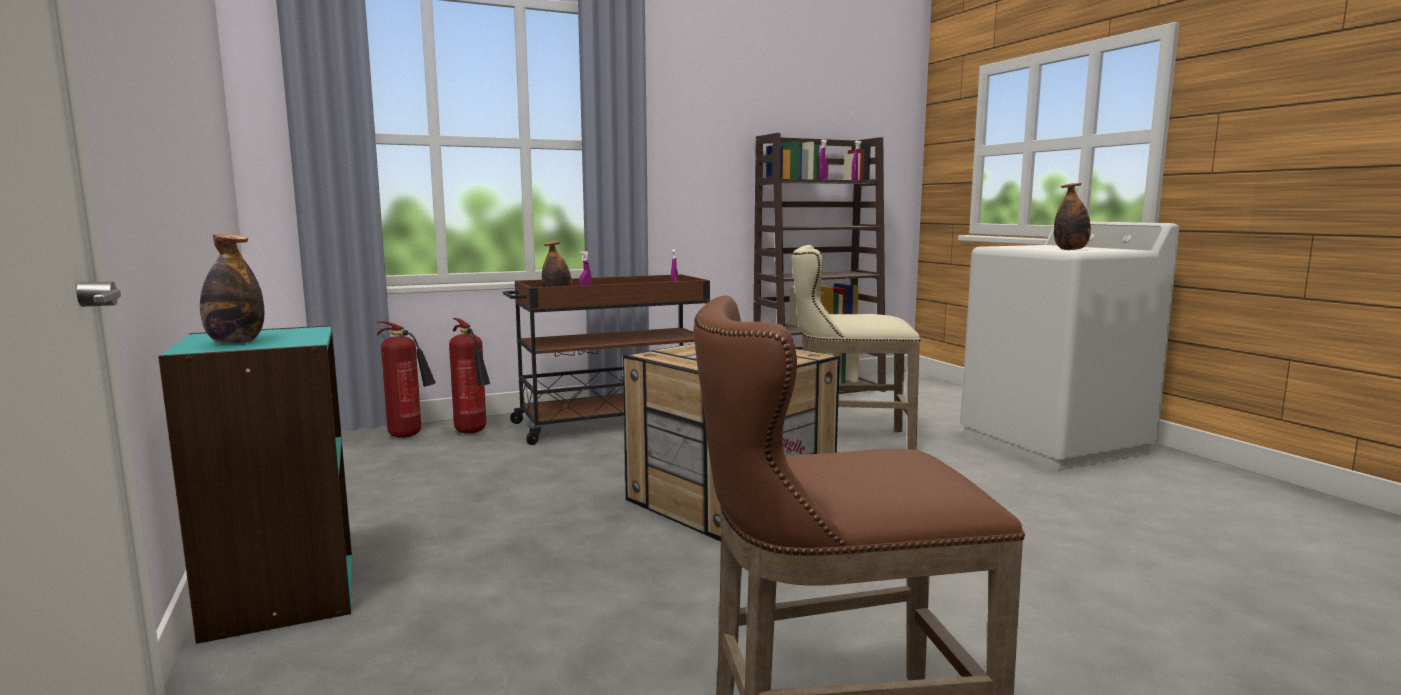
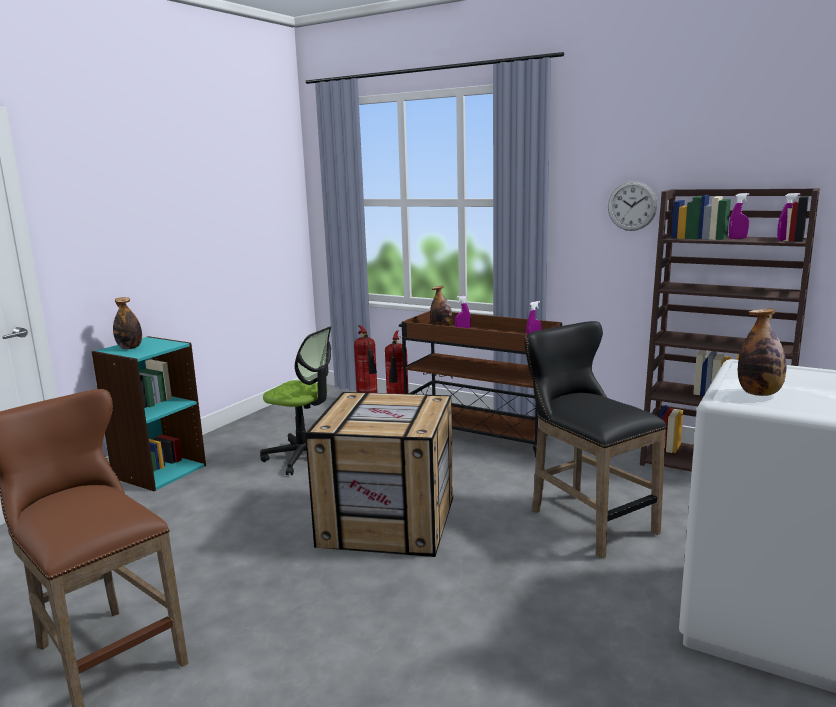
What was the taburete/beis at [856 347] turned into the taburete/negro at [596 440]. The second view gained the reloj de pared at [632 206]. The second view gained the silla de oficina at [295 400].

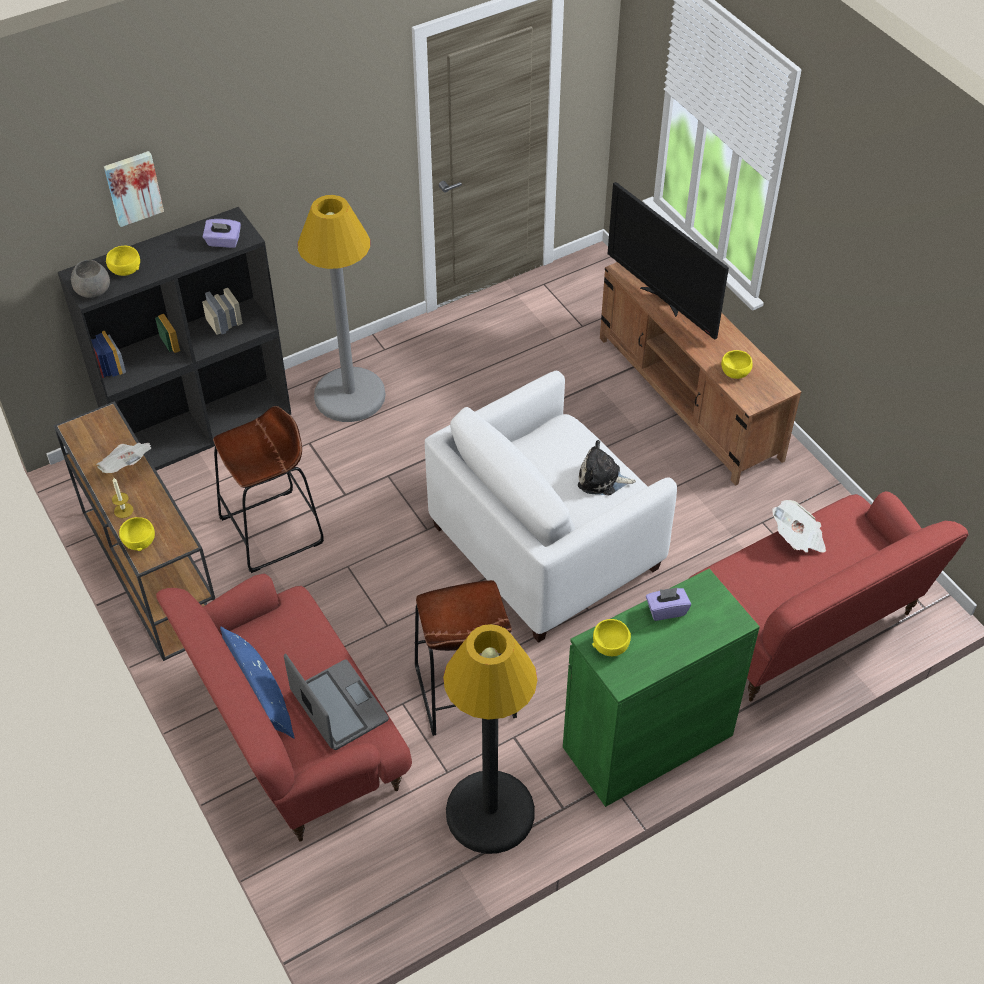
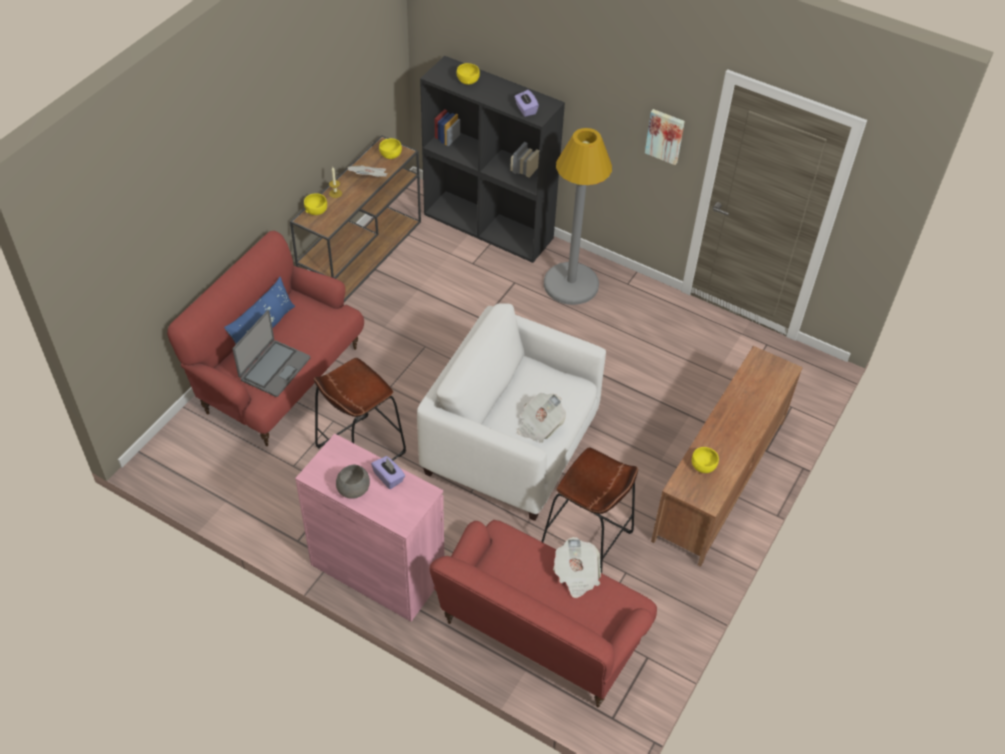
The cuadro ended up elsewhere, having gone from [134 189] to [665 137]. The second view lost the televisor at [668 261]. The cuenco/gris ended up elsewhere, having gone from [90 279] to [353 482]. The taburete/marrón ended up elsewhere, having gone from [268 489] to [589 510]. Where the peluche stood at [607 467], the periódico came to stand at [541 418]. What was the armario/verde at [661 688] turned into the armario/rosa at [369 528]. The cuenco/amarillo ended up elsewhere, having gone from [611 637] to [390 148]. The second view lost the lámpara de pie/negro at [490 739].

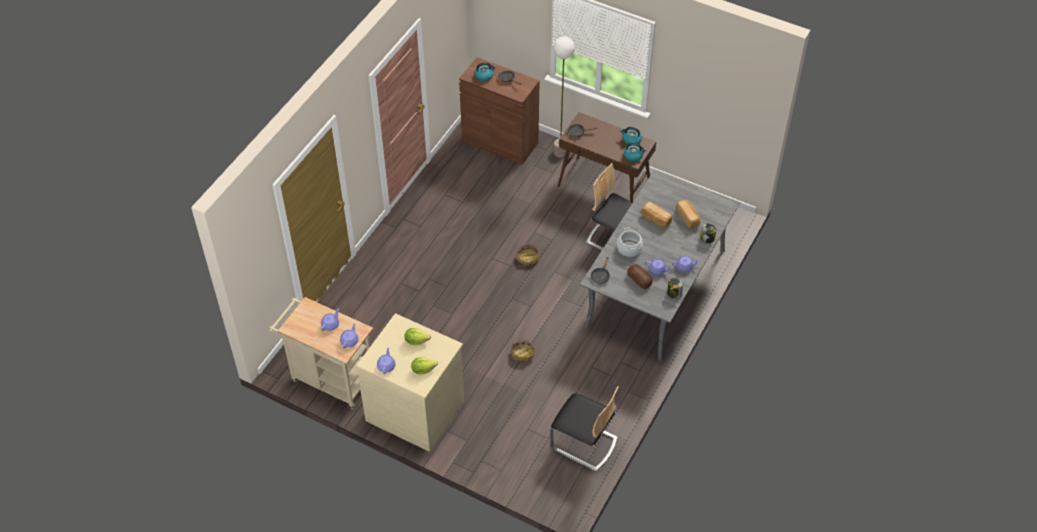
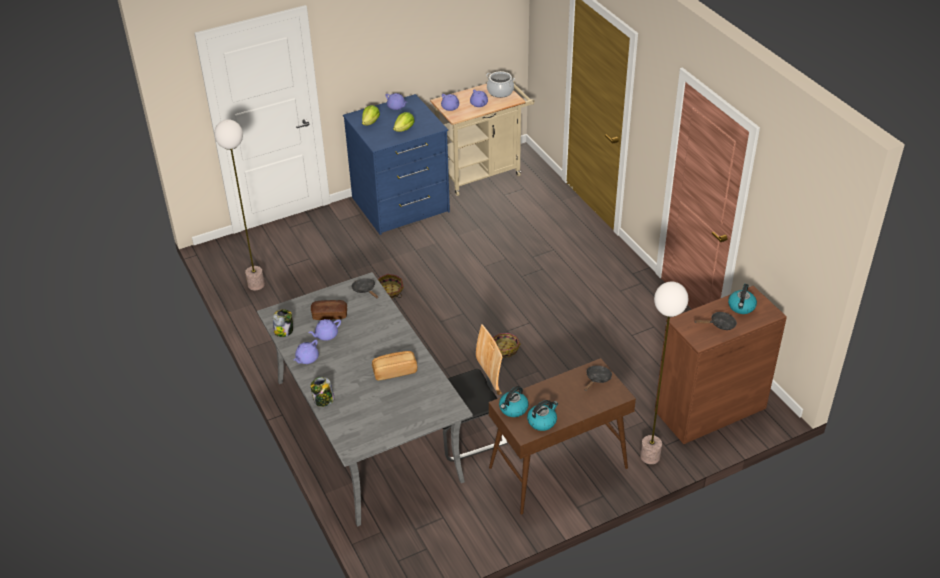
The second view lost the pan at [688 214]. The olla ended up elsewhere, having gone from [630 242] to [500 84]. What was the cómoda/beis at [410 382] turned into the cómoda/azul at [396 164]. Where the silla stood at [584 429], the lámpara de pie came to stand at [239 204].

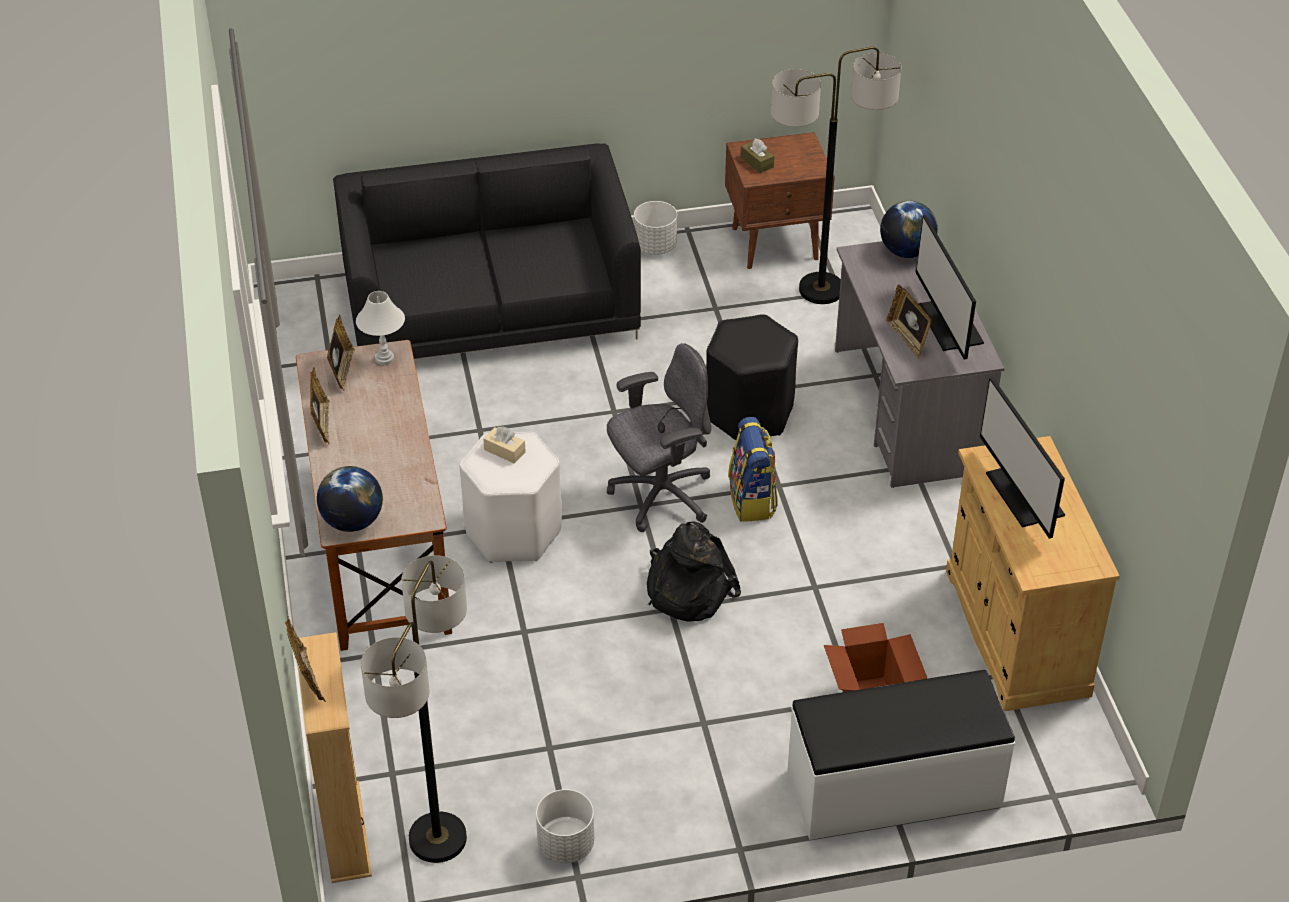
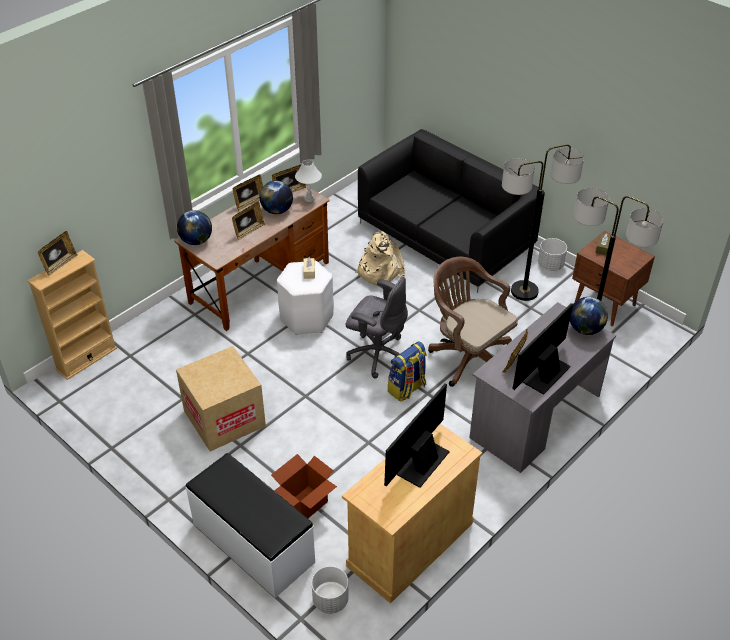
Where the taburete/negro stood at [752 377], the silla de oficina/marrón came to stand at [473 322]. The second view lost the mochila/negro at [694 571]. The lámpara de pie ended up elsewhere, having gone from [414 709] to [543 222]. The maceta/blanco ended up elsewhere, having gone from [565 826] to [330 590]. The second view gained the globo terráqueo at [276 197]. The second view gained the portarretratos at [248 221]. The second view gained the mochila/beis at [380 258]. The second view gained the caja de cartón at [221 398].

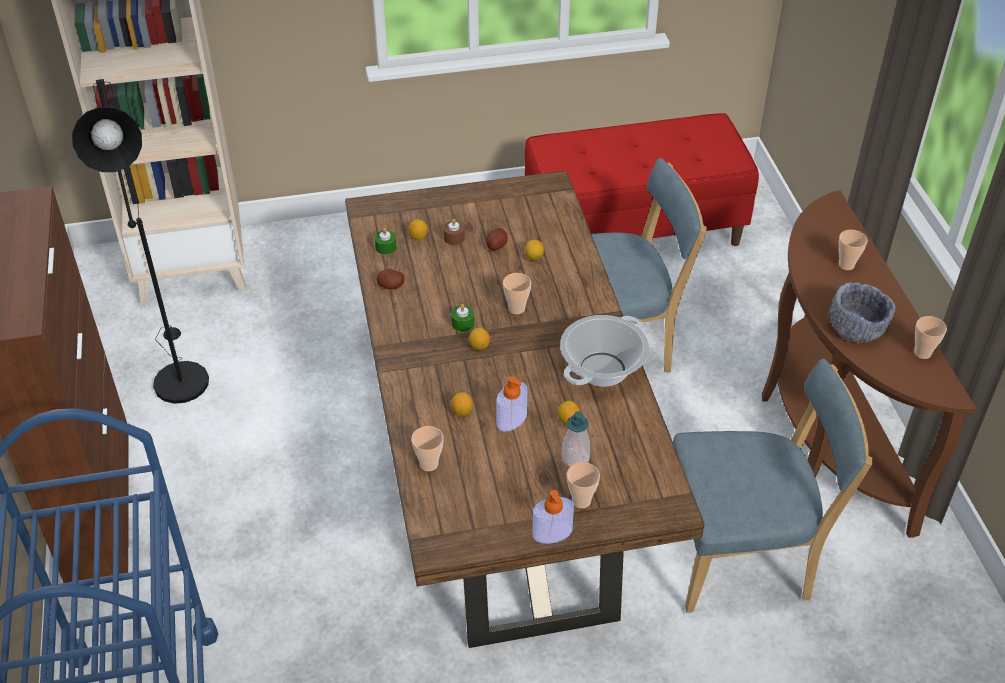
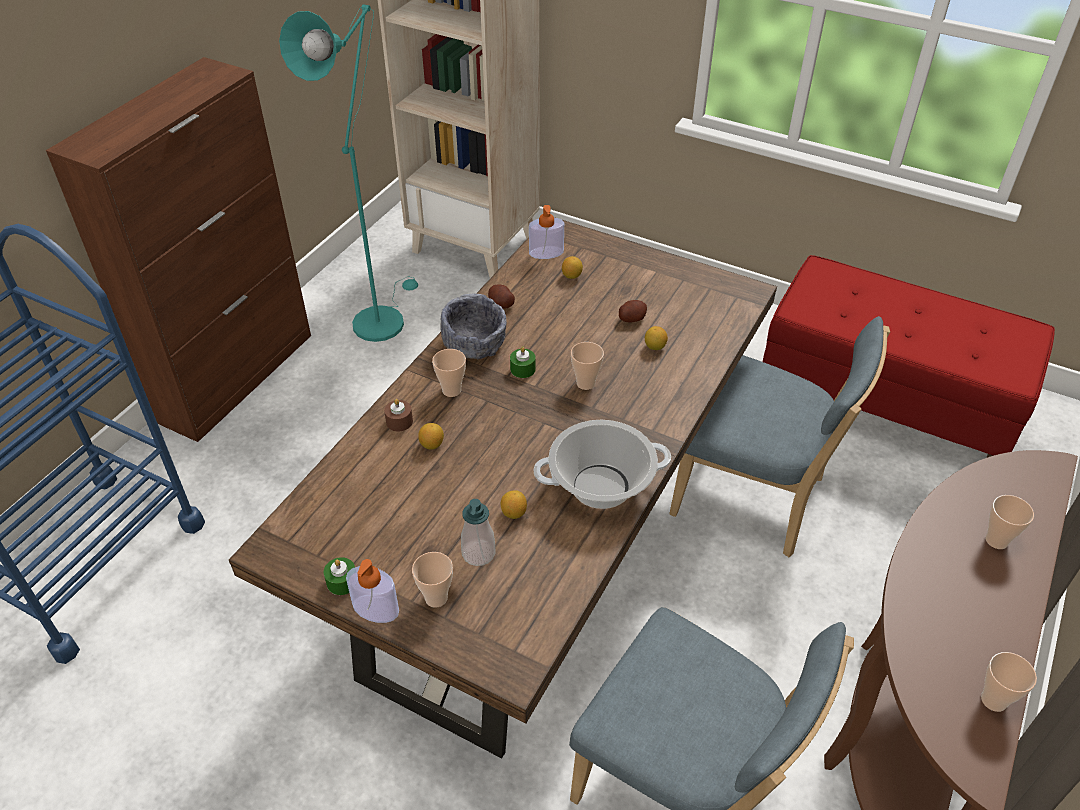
What was the lámpara de pie/negro at [140 241] turned into the lámpara de pie/turquesa at [348 173]. The vela/marrón ended up elsewhere, having gone from [454 232] to [398 415]. The vela/verde ended up elsewhere, having gone from [386 241] to [339 576]. The cuenco/gris ended up elsewhere, having gone from [862 312] to [473 327]. The second view lost the limón at [479 339]. The dispensador de jabón ended up elsewhere, having gone from [511 404] to [546 232]. The taza ended up elsewhere, having gone from [427 448] to [449 373].

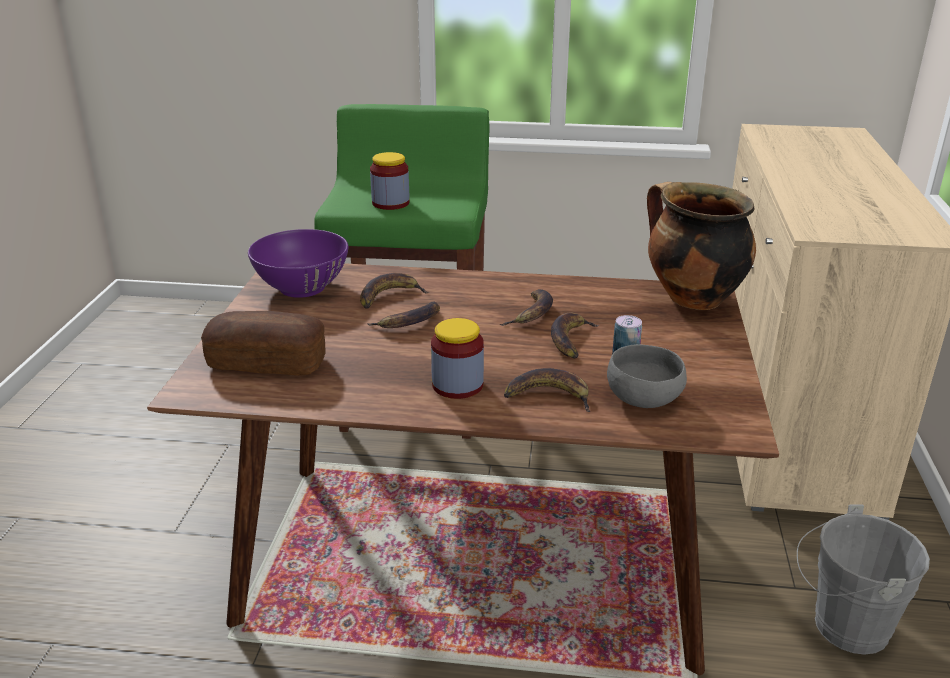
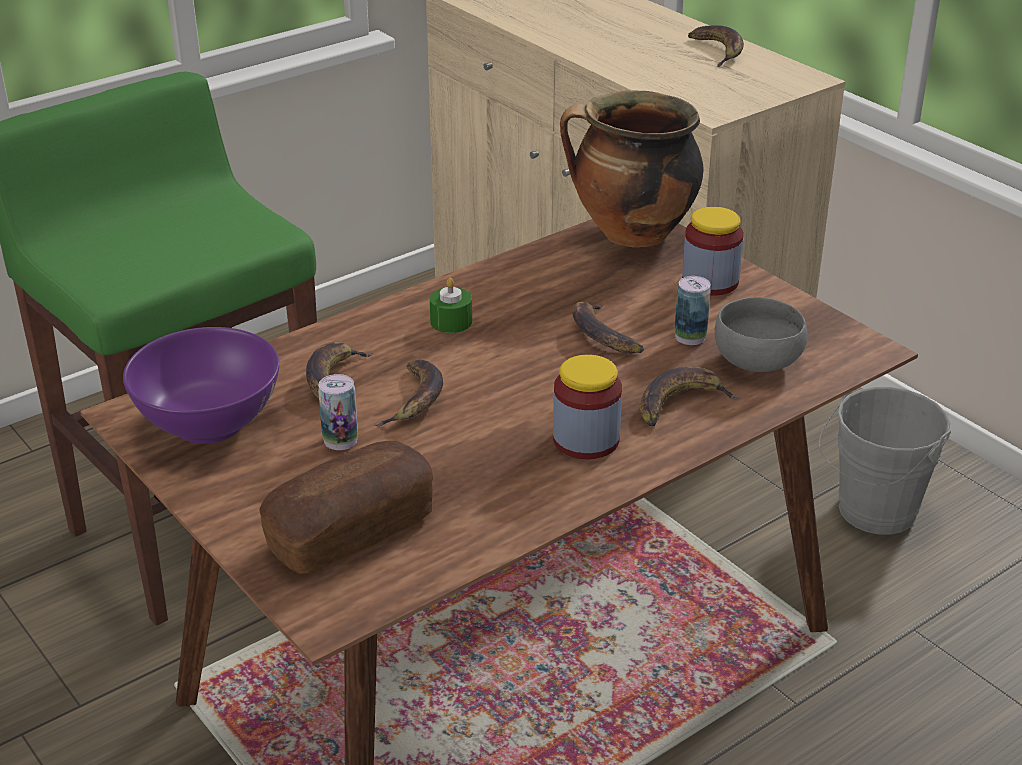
The tarro ended up elsewhere, having gone from [390 181] to [713 251]. The plátano ended up elsewhere, having gone from [526 307] to [716 46]. The second view gained the vela/verde at [451 305]. The second view gained the lata at [338 412].

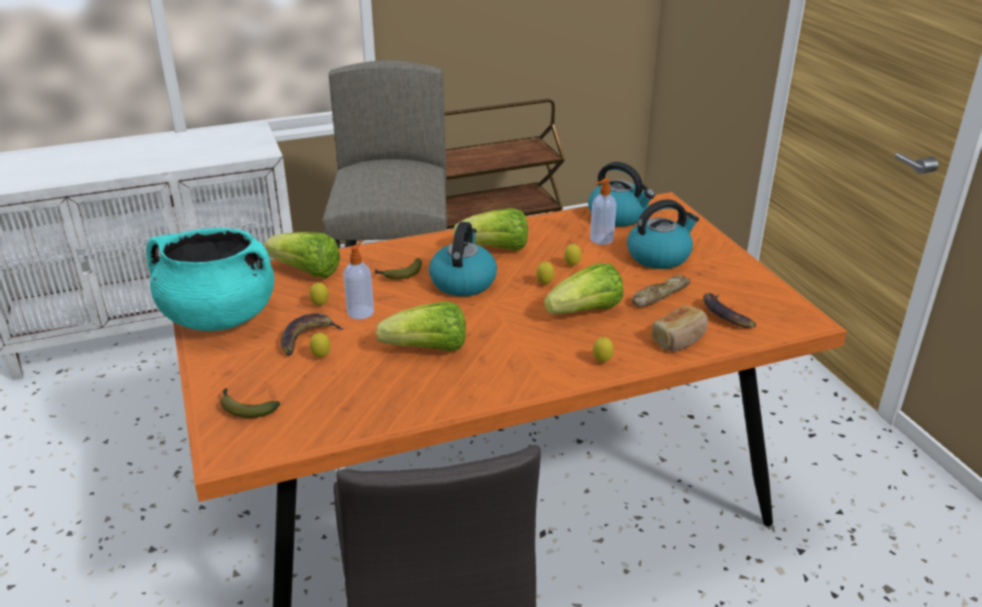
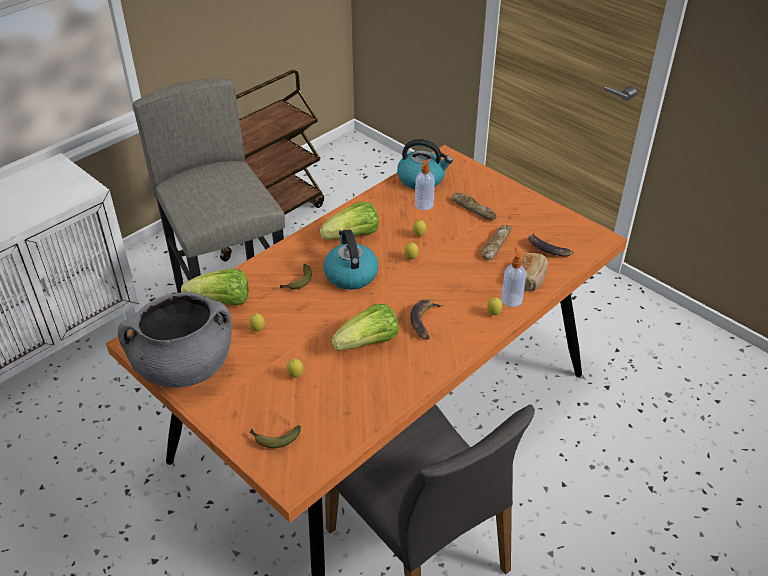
Where the hervidor stood at [663 234], the pan came to stand at [474 206]. What was the olla/turquesa at [210 279] turned into the olla/gris at [174 340]. The dispensador de jabón ended up elsewhere, having gone from [358 279] to [513 277]. The second view lost the lechuga at [583 288]. The plátano ended up elsewhere, having gone from [313 334] to [426 319].

